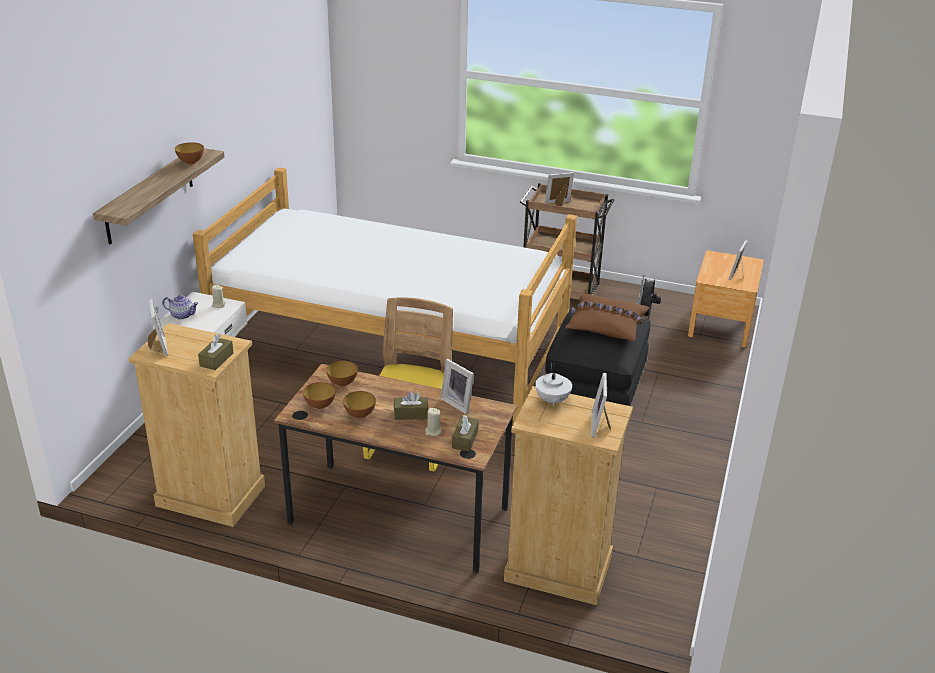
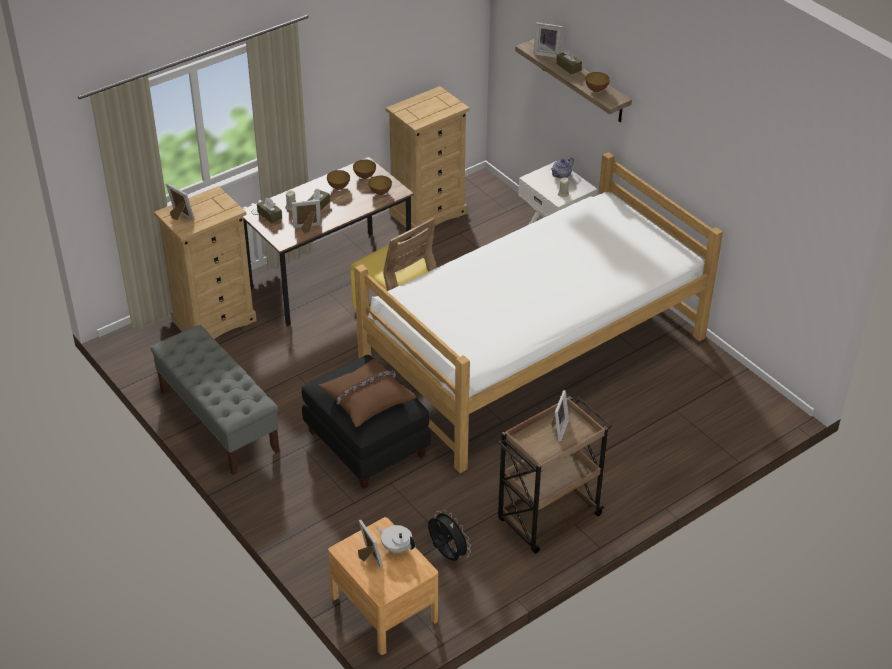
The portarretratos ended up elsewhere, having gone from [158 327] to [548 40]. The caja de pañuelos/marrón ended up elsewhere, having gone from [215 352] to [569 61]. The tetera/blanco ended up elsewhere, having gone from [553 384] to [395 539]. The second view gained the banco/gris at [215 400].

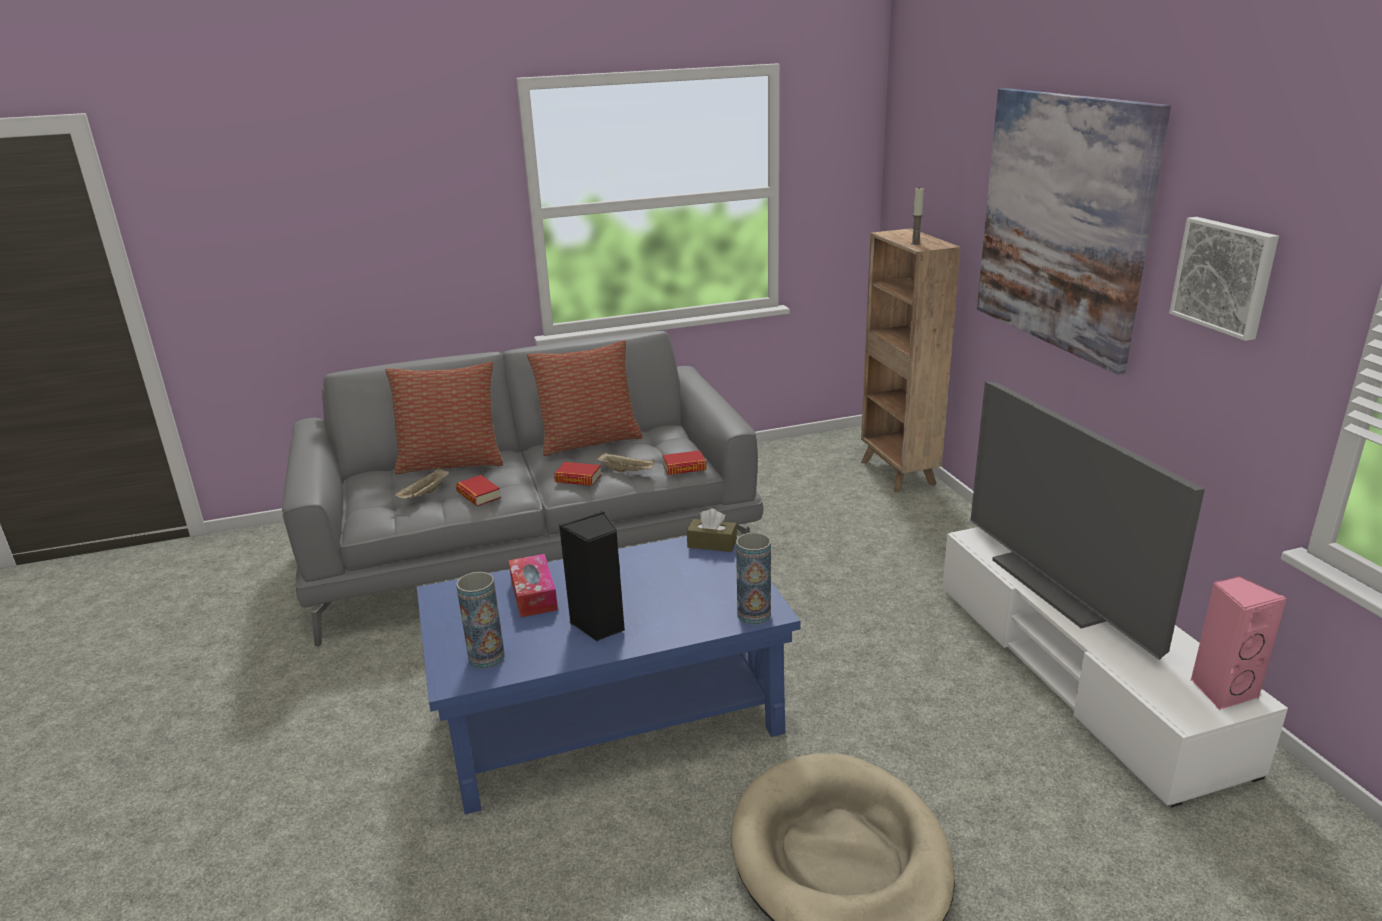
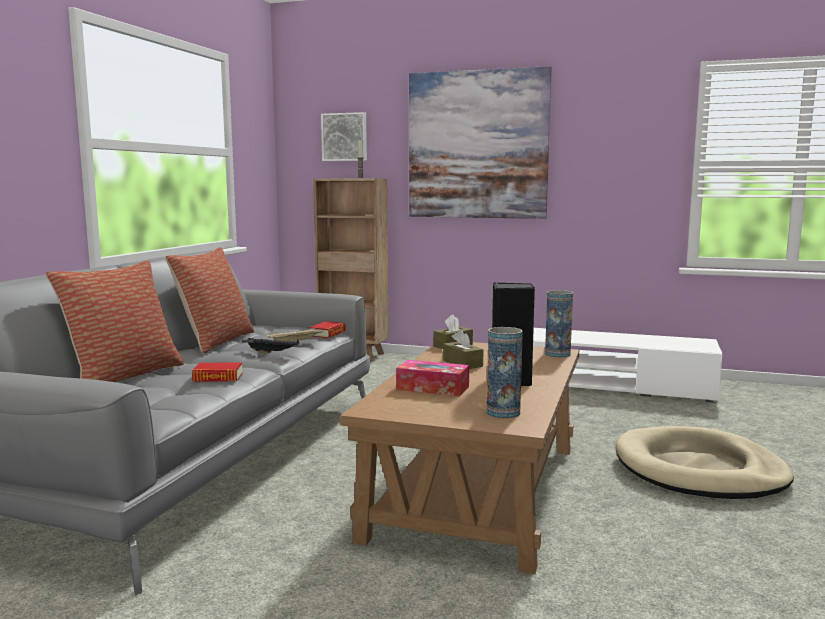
The cuadro ended up elsewhere, having gone from [1224 279] to [344 136]. The second view lost the televisor at [1087 520]. Where the libro stood at [578 474], the bandeja/negro came to stand at [271 346]. The second view lost the bandeja/beis at [422 483]. What was the mesa de centro/azul at [609 675] turned into the mesa de centro/marrón at [459 458]. The second view lost the altavoz/rosa at [1238 642]. The second view gained the caja de pañuelos/marrón at [463 349].

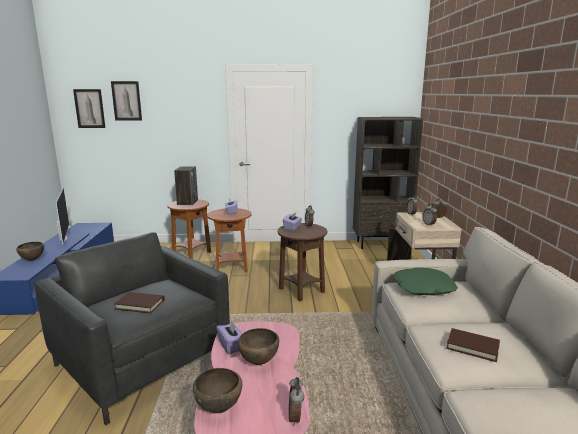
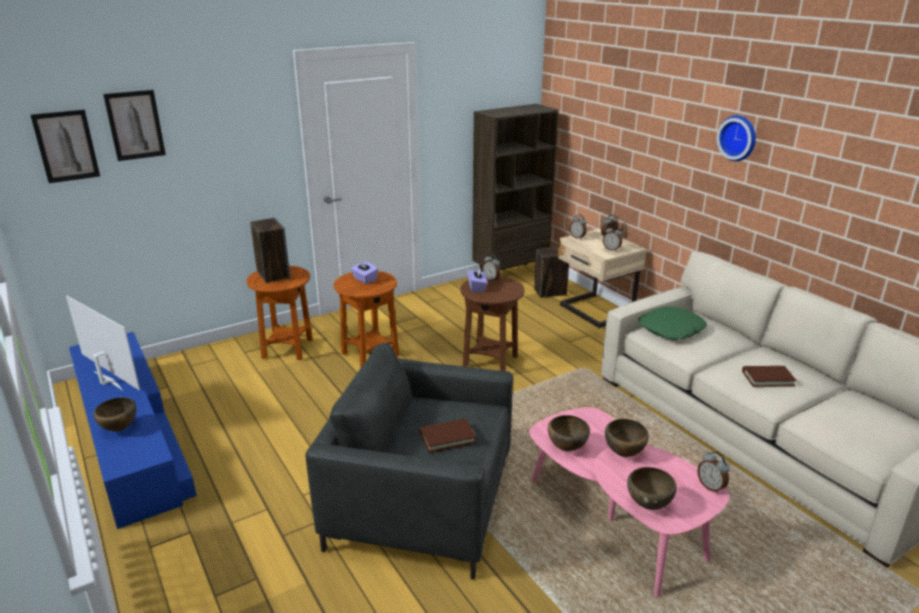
Where the caja de pañuelos/morado stood at [229 337], the cuenco/marrón came to stand at [569 433]. The second view gained the reloj de pared at [736 138].

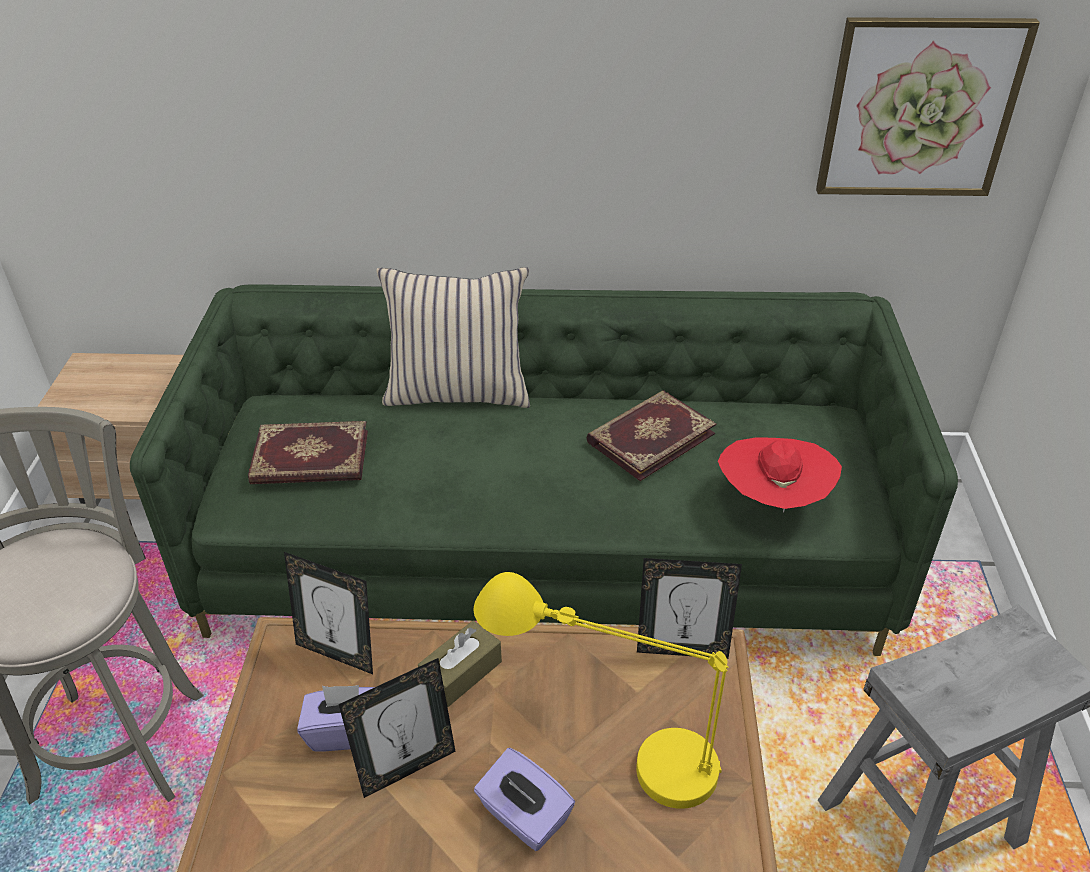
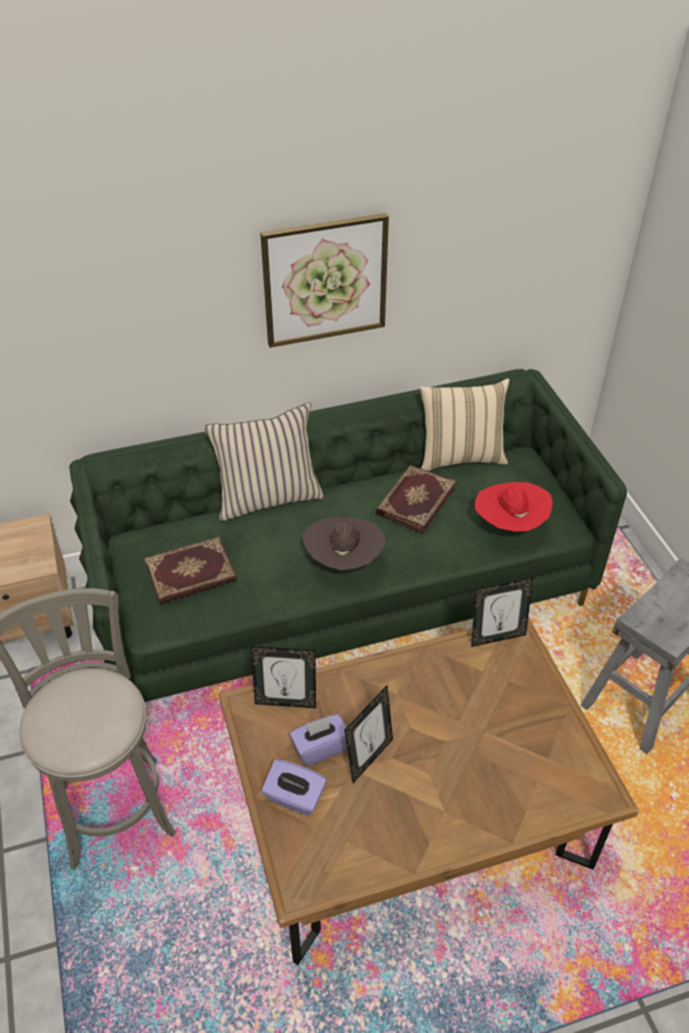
The cuadro ended up elsewhere, having gone from [928 106] to [324 280]. The second view lost the lámpara de mesa/amarillo at [601 690]. The second view lost the caja de pañuelos/marrón at [460 664]. The caja de pañuelos/morado ended up elsewhere, having gone from [524 799] to [294 787]. The second view gained the cojín/beis at [464 424]. The second view gained the sombrero/marrón at [344 543].

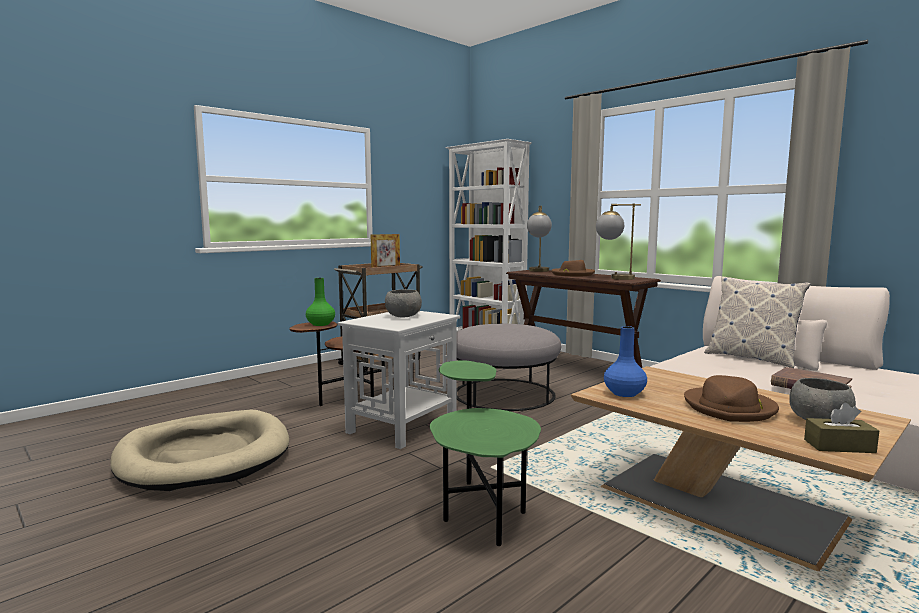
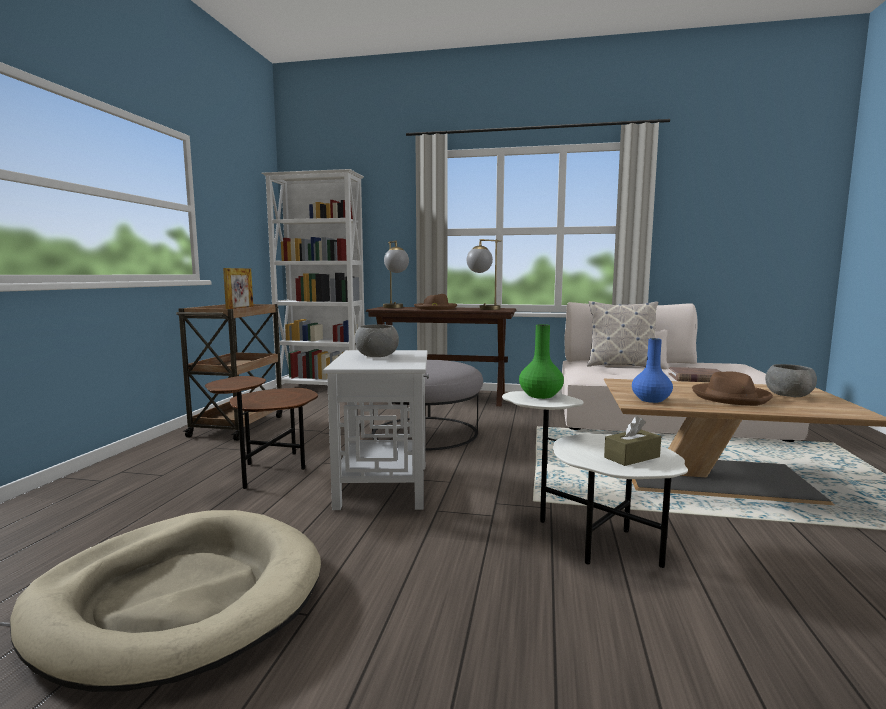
The florero/verde ended up elsewhere, having gone from [320 302] to [541 361]. What was the mesa auxiliar/verde at [485 453] turned into the mesa auxiliar/blanco at [595 479]. The caja de pañuelos/marrón ended up elsewhere, having gone from [841 428] to [632 441].

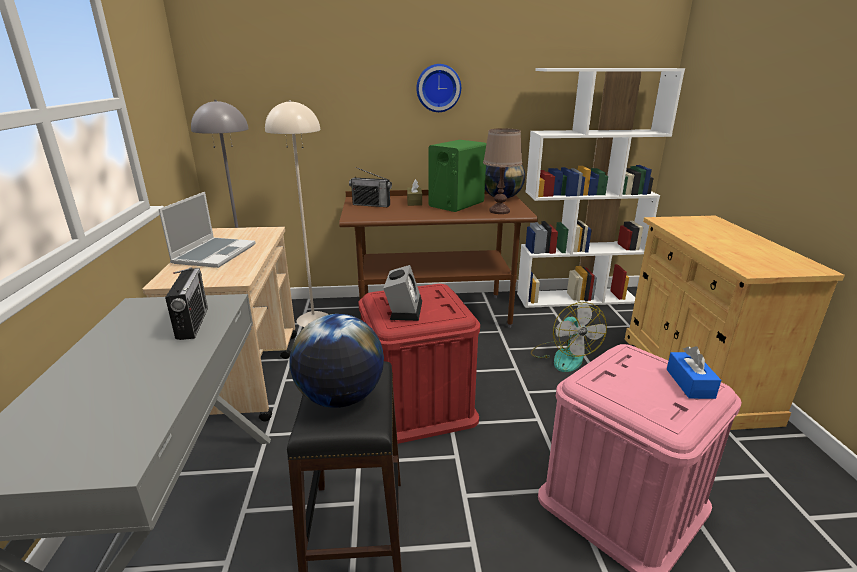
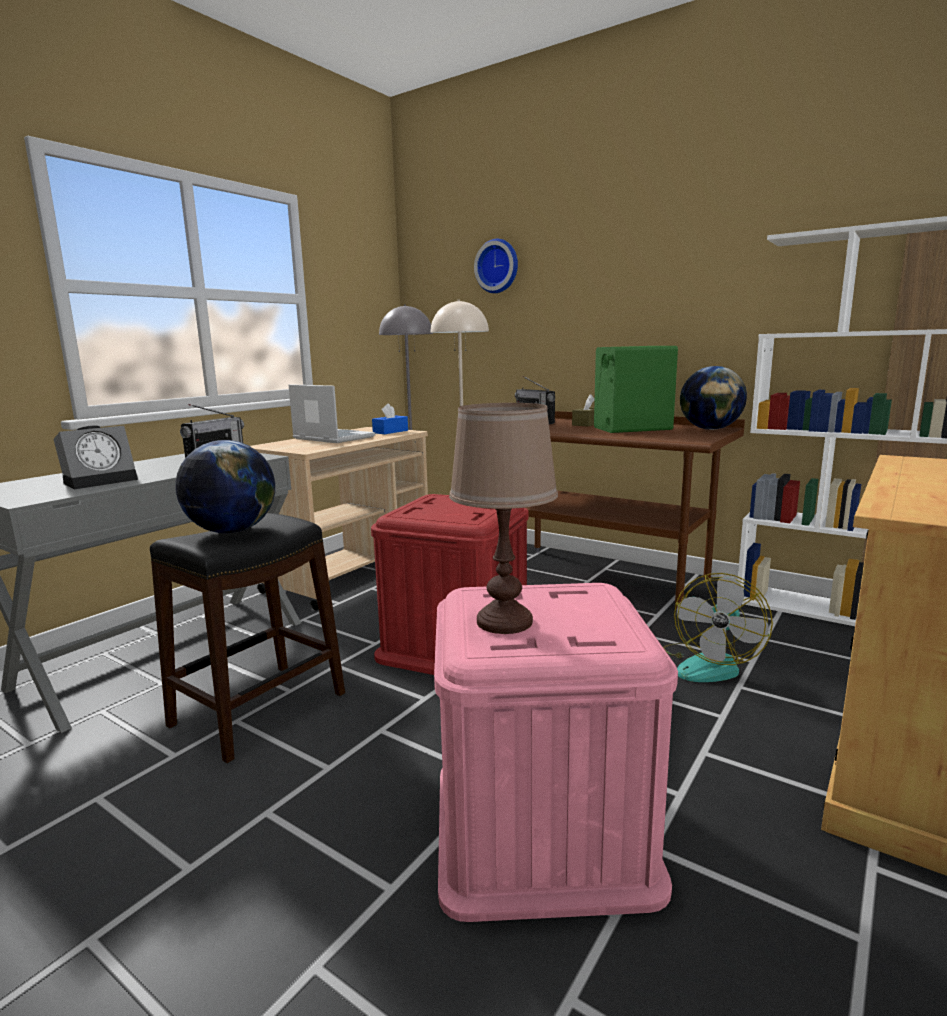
The reloj de pared ended up elsewhere, having gone from [438 88] to [496 266]. The lámpara de mesa/marrón ended up elsewhere, having gone from [502 171] to [503 518]. The portátil at [207 230] ended up facing another way, 105 degrees counterclockwise from before. The despertador ended up elsewhere, having gone from [402 293] to [95 457]. The caja de pañuelos/azul ended up elsewhere, having gone from [693 372] to [390 418].

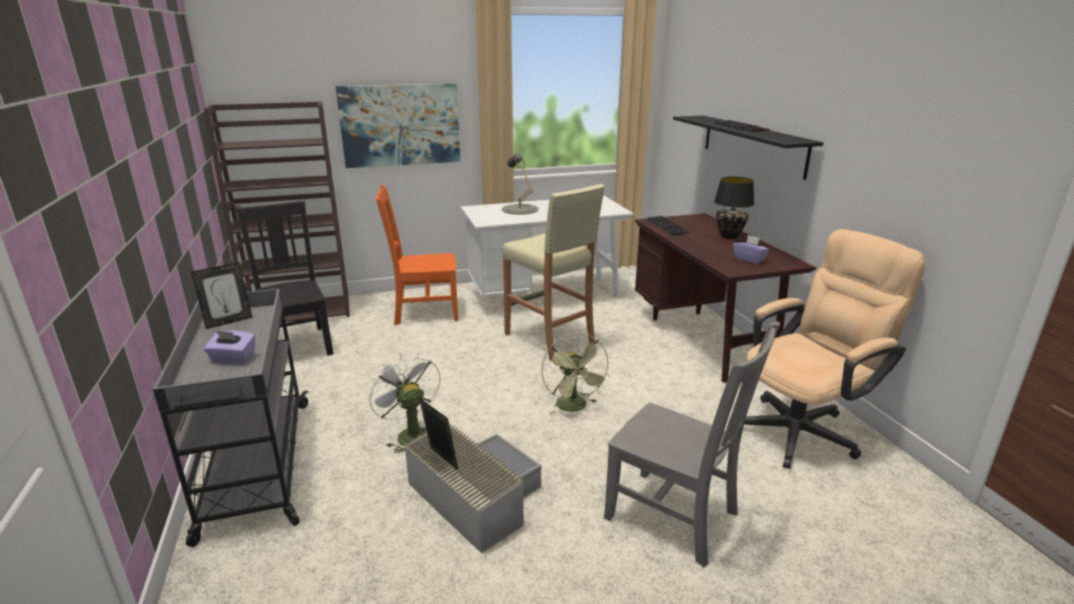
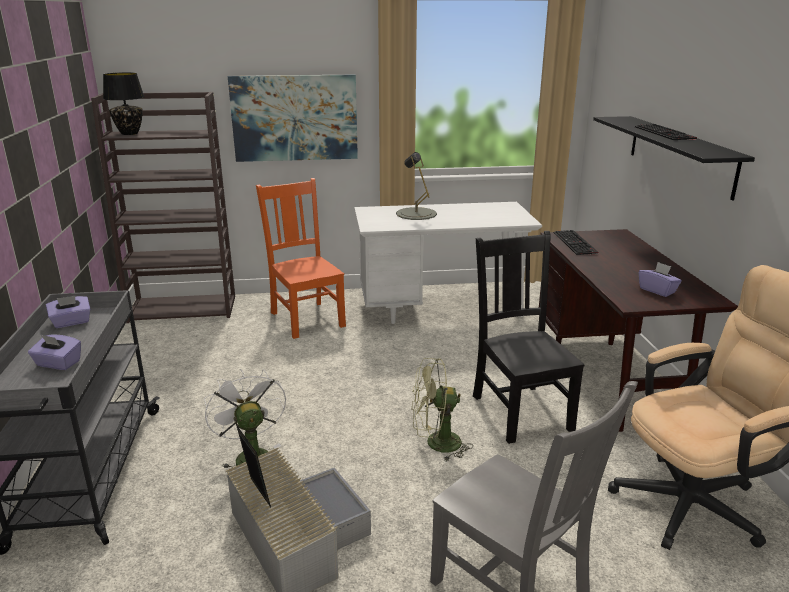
The lámpara de mesa/negro ended up elsewhere, having gone from [734 208] to [123 103]. The second view lost the taburete/beis at [553 272]. The silla/naranja at [417 255] ended up facing another way, 60 degrees clockwise from before. The silla/negro ended up elsewhere, having gone from [284 277] to [528 337]. Where the portarretratos stood at [221 295], the caja de pañuelos/morado came to stand at [68 312]. The ventilador/verde at [576 373] ended up facing another way, 90 degrees clockwise from before.

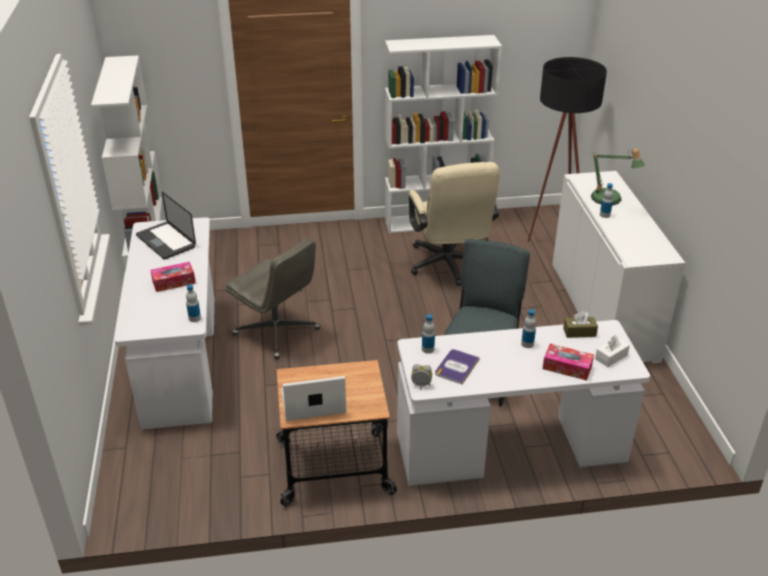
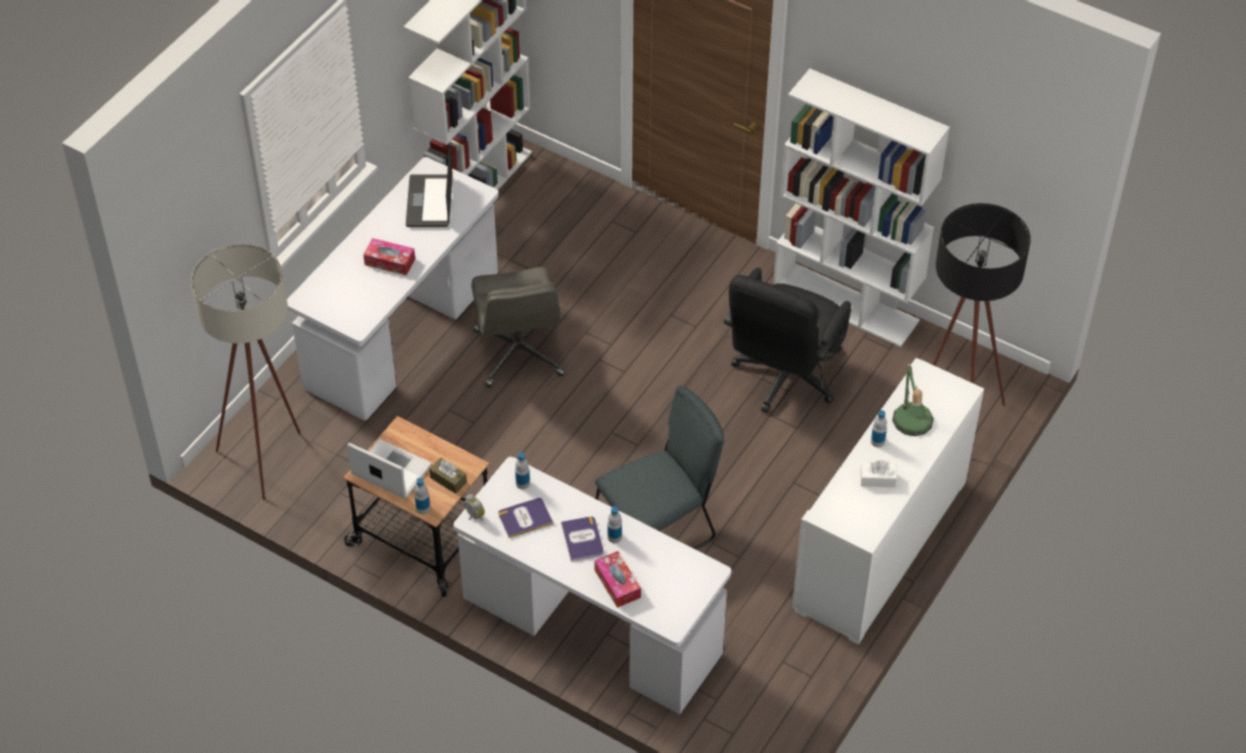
What was the silla de oficina/beis at [454 224] turned into the silla de oficina/negro at [787 340]. The botella ended up elsewhere, having gone from [193 303] to [422 496]. The caja de pañuelos/marrón ended up elsewhere, having gone from [580 324] to [448 476]. The caja de pañuelos/blanco ended up elsewhere, having gone from [612 351] to [878 473]. The second view gained the lámpara de pie/beis at [246 372]. The second view gained the libro at [582 539].

